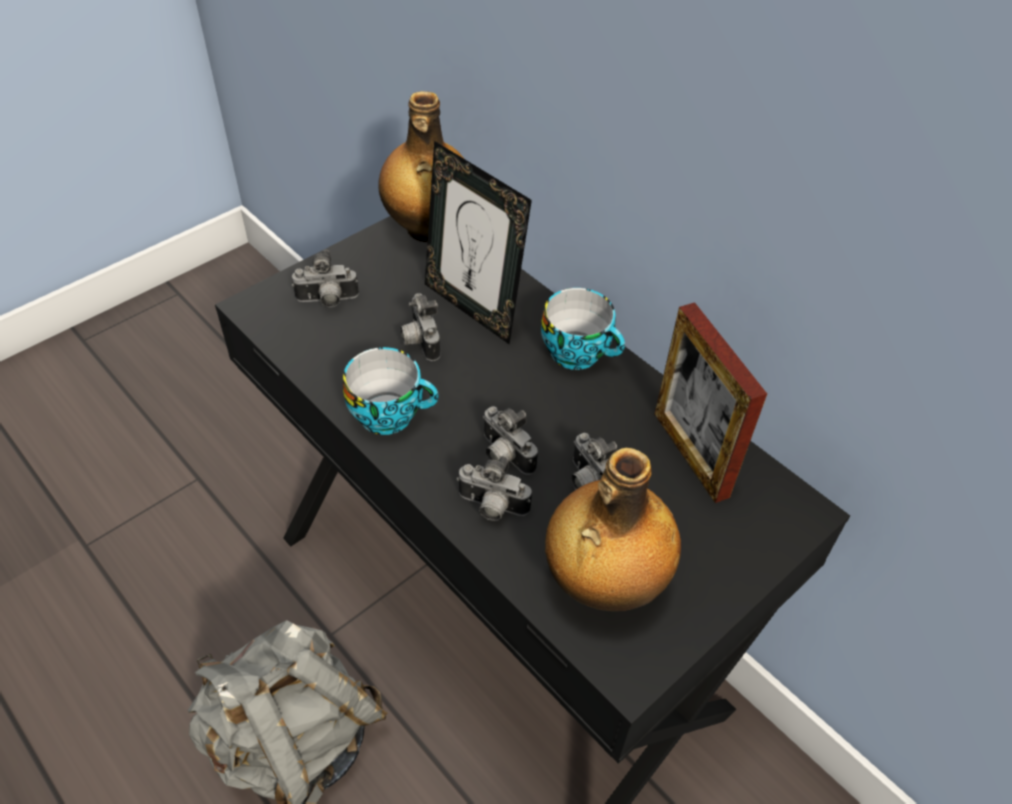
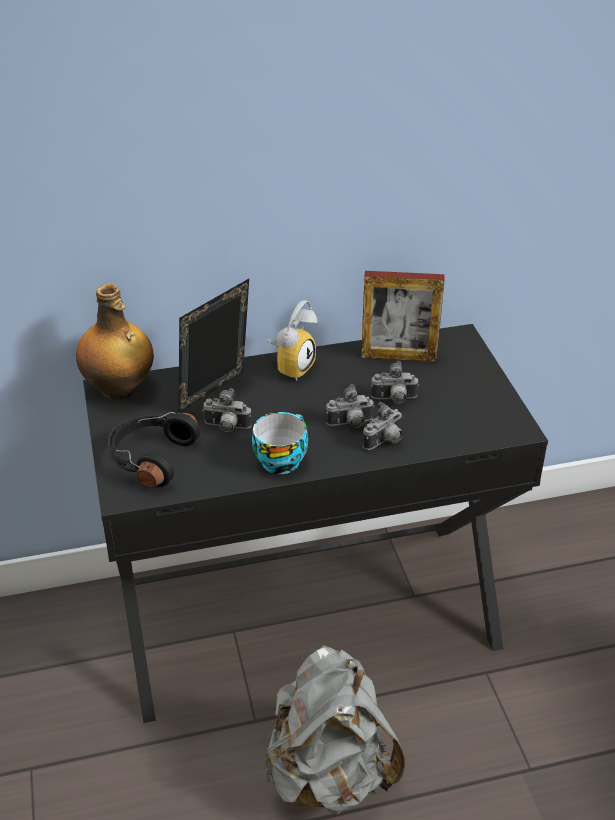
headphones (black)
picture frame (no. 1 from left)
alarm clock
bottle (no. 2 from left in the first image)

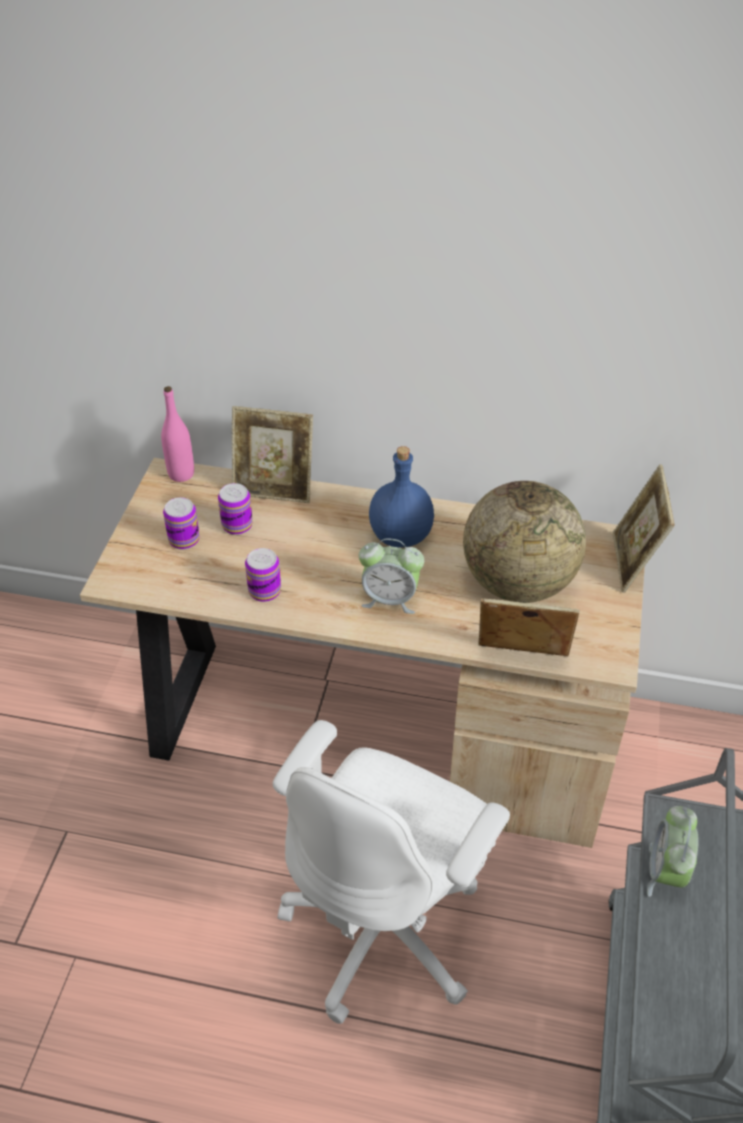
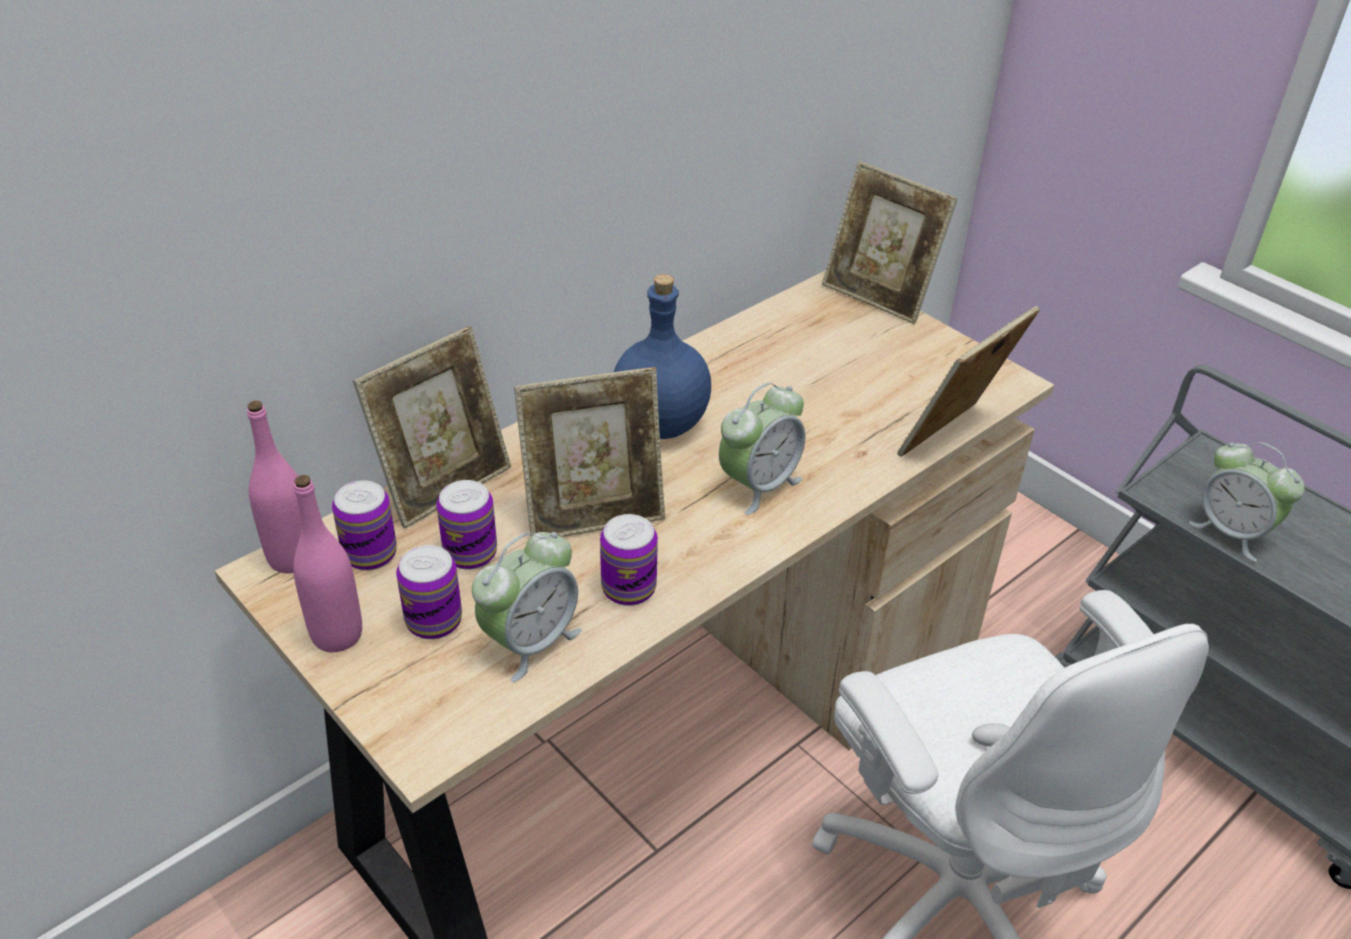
globe
bottle (pink) (no. 2 from left)
can (no. 1 from left)
alarm clock (no. 1 from left)
picture frame (no. 2 from left)

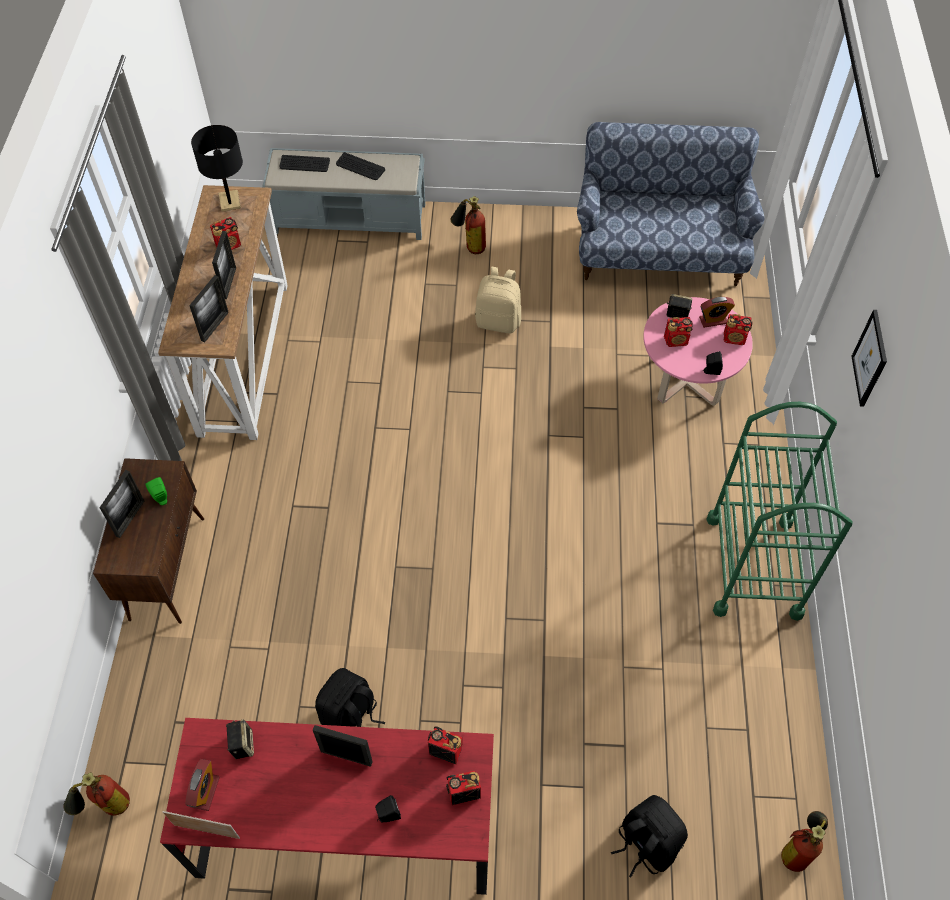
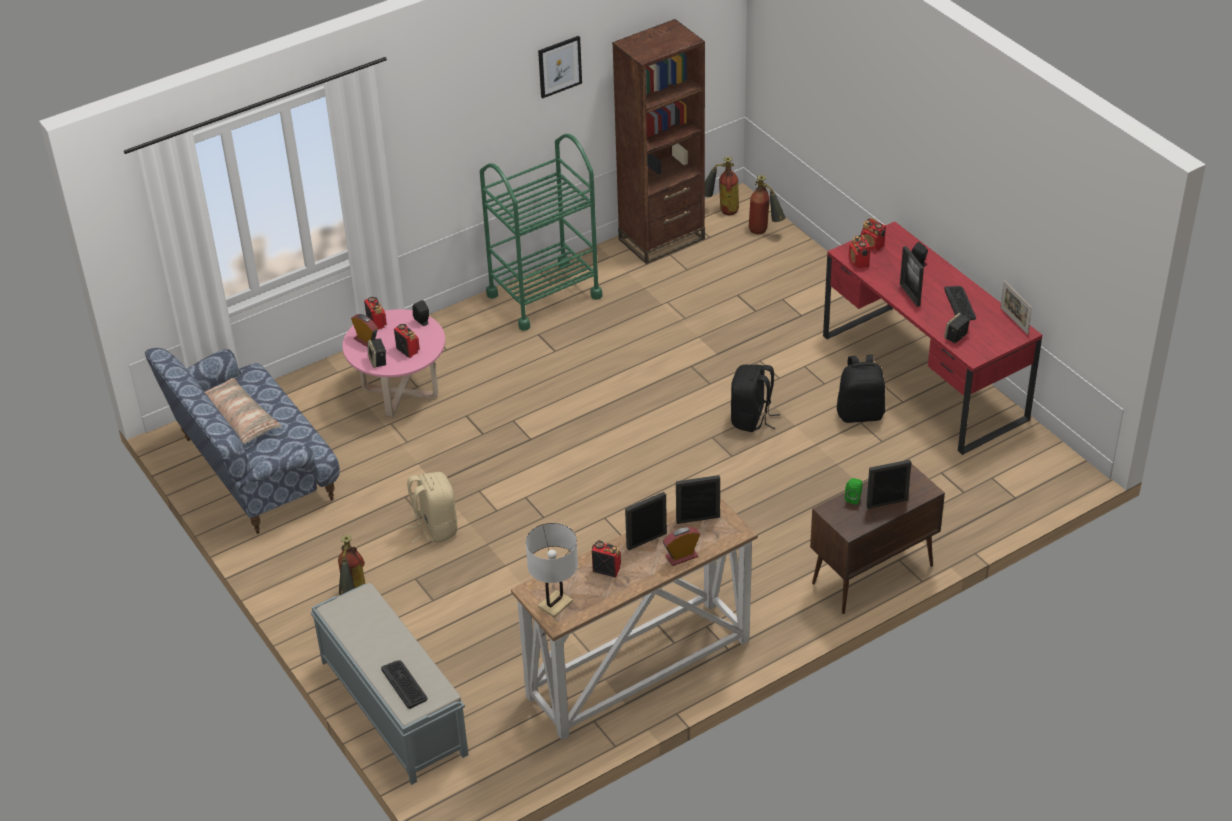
fire extinguisher (no. 3 from left)
alarm clock (no. 2 from left)
table lamp (white)
keyboard (no. 2 from left)
backpack (black) (no. 1 from left)
picture
pillow
bookcase (brown)

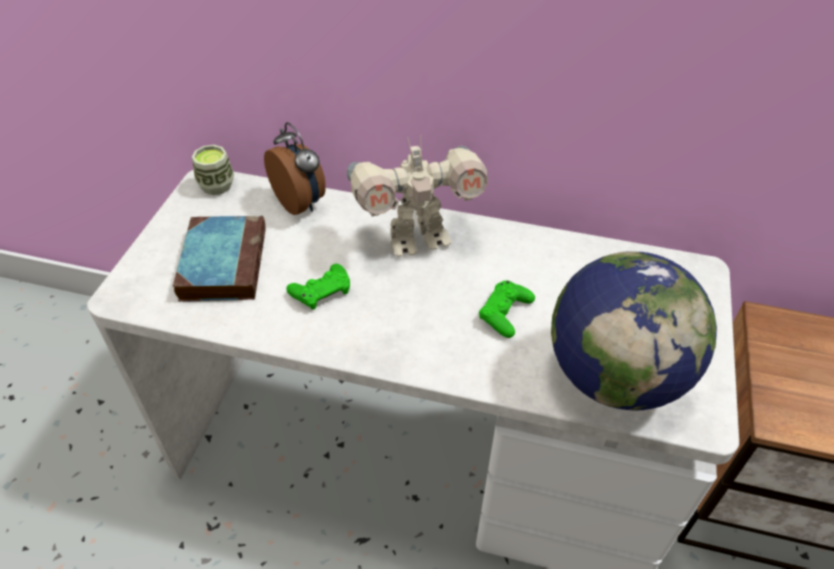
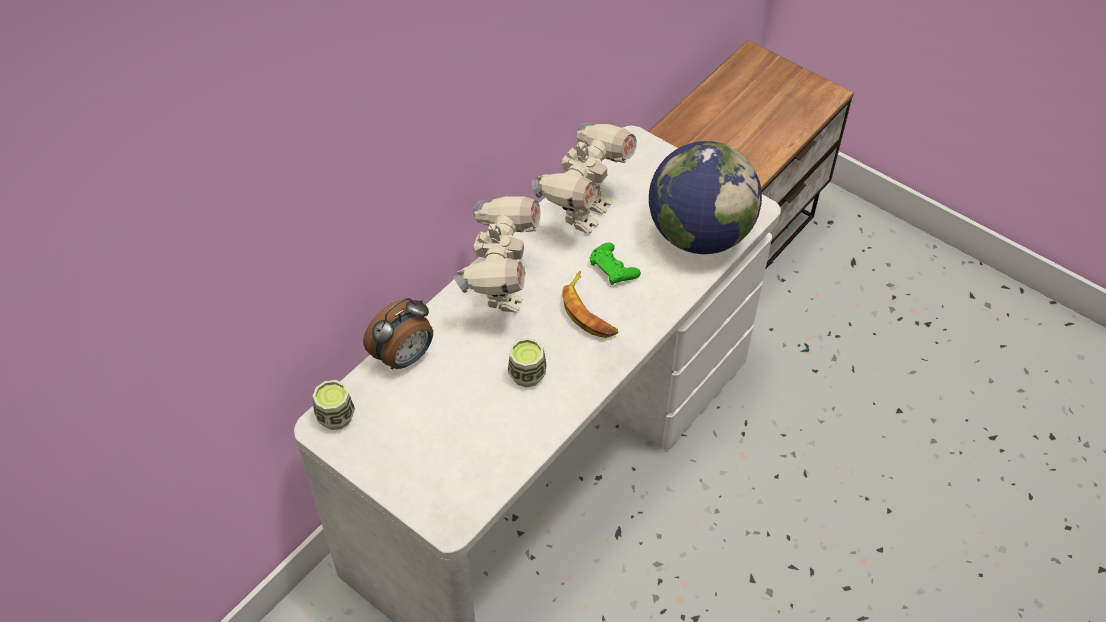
book
alarm clock
cup (no. 2 from left)
toy robot (no. 2 from left)
banana

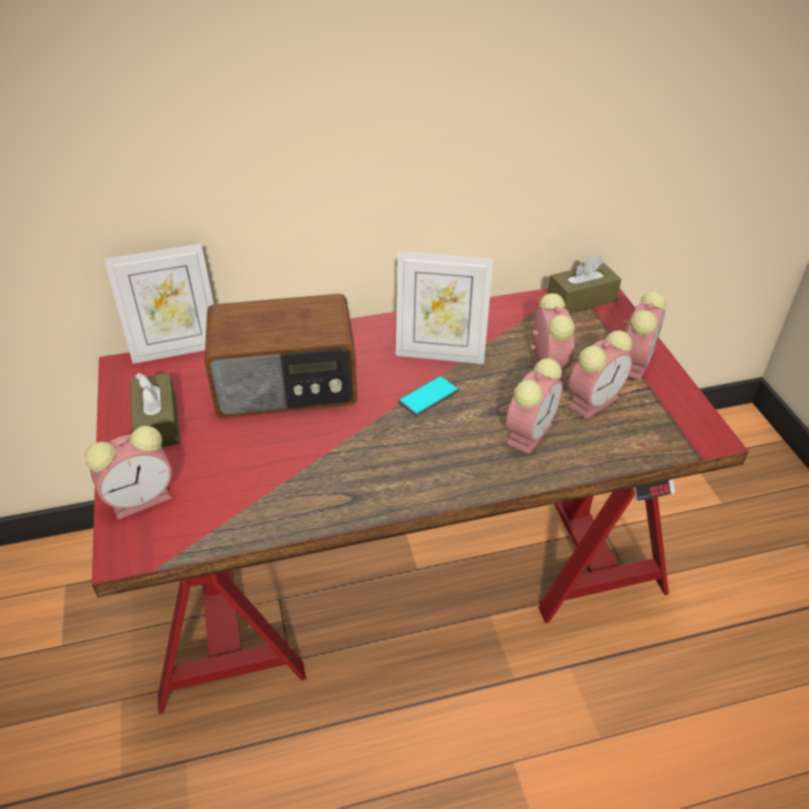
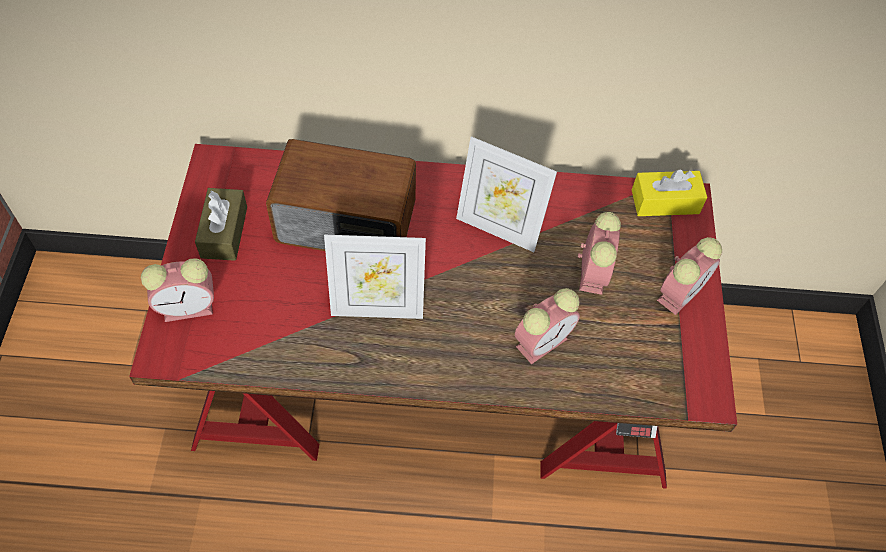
picture frame (no. 1 from left)
phone
tissue box (yellow)
alarm clock (no. 4 from left in the first image)

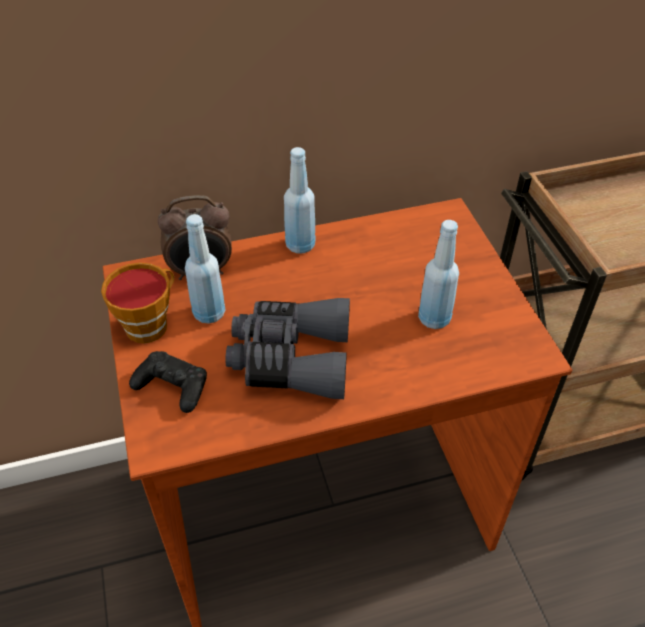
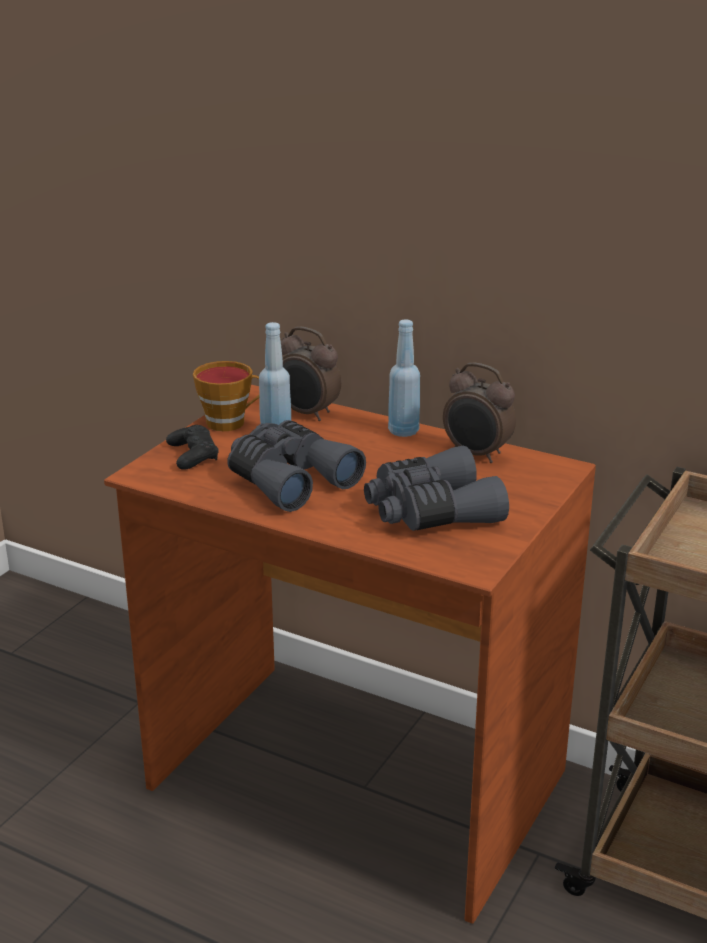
binoculars (grey) (no. 2 from left)
alarm clock (no. 2 from left)

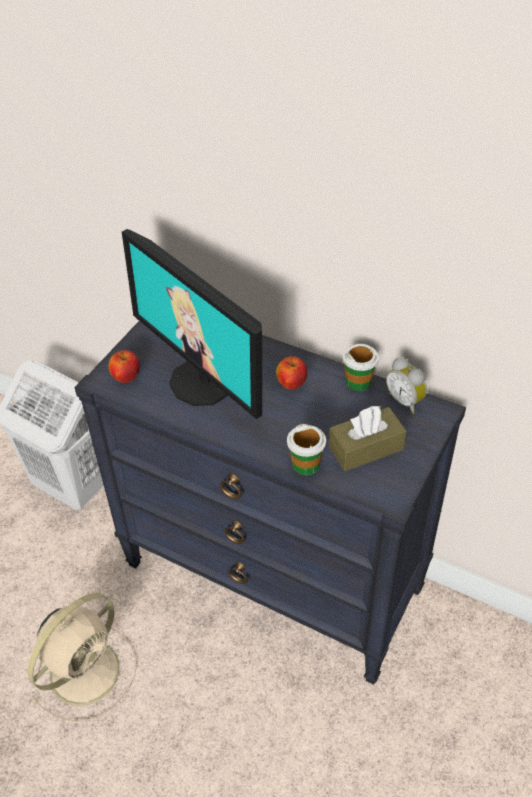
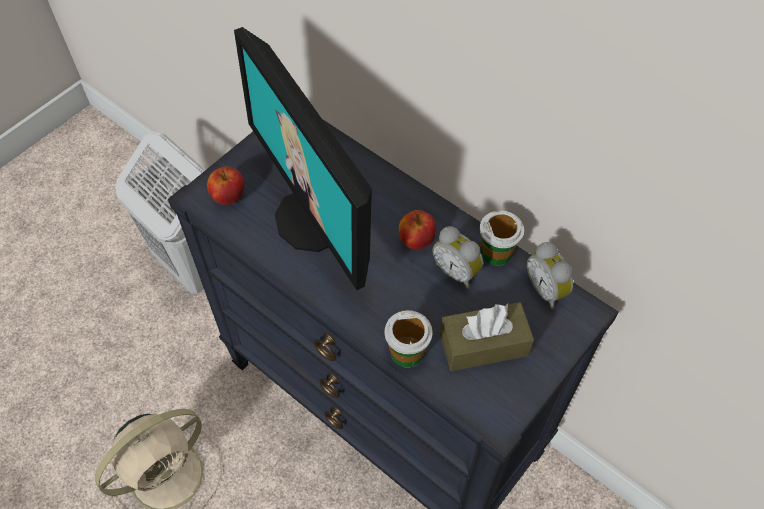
alarm clock (no. 1 from left)

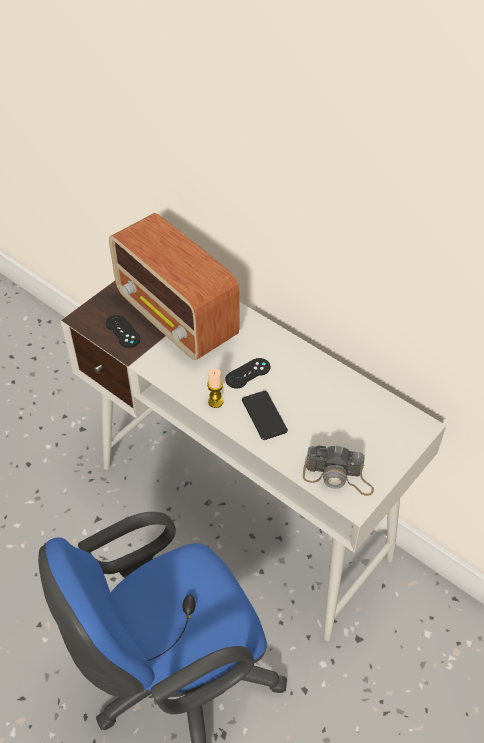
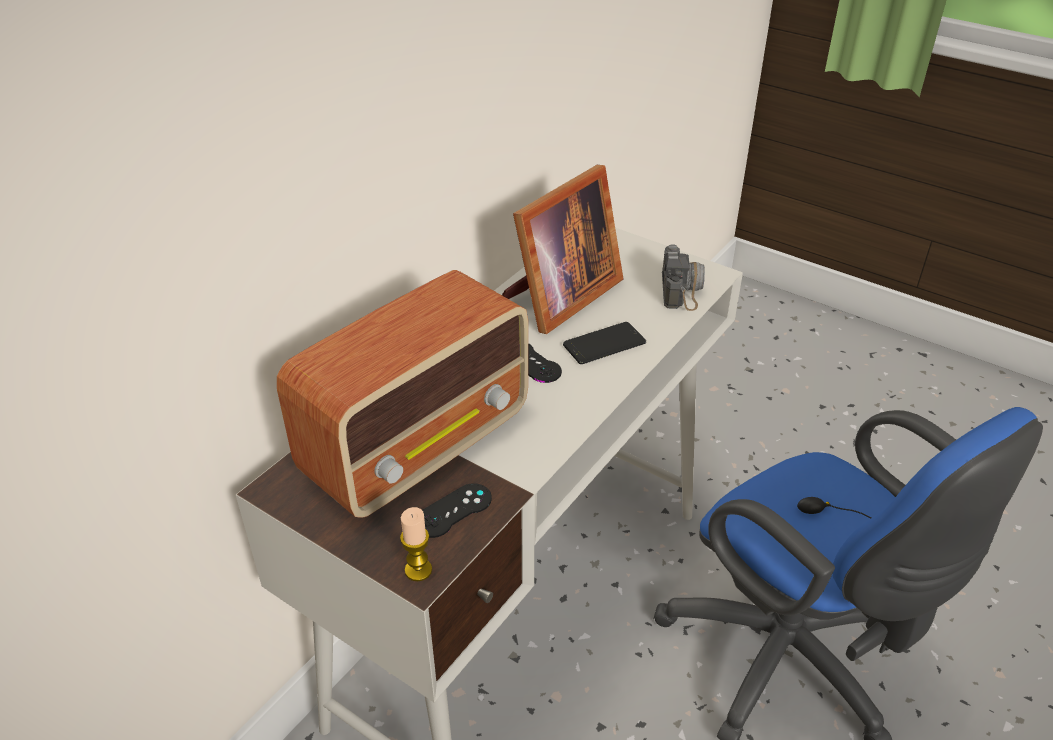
candle
picture frame

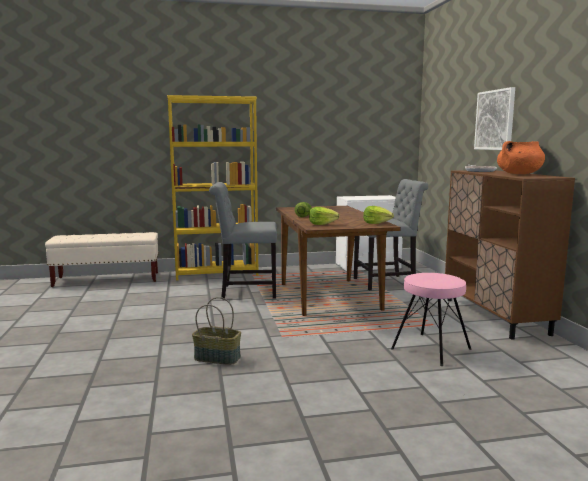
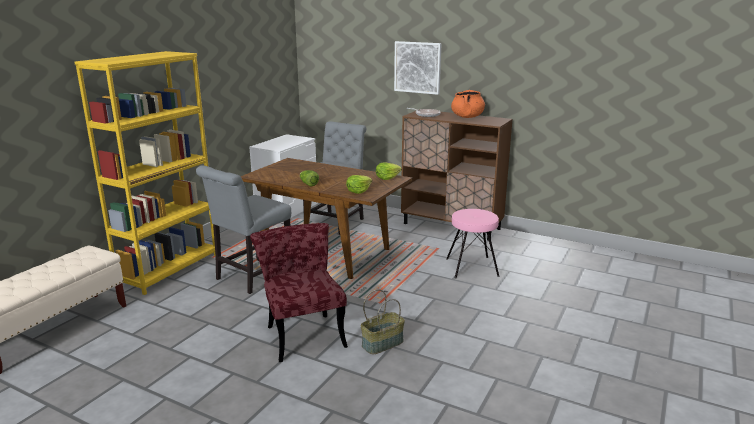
chair (red)

